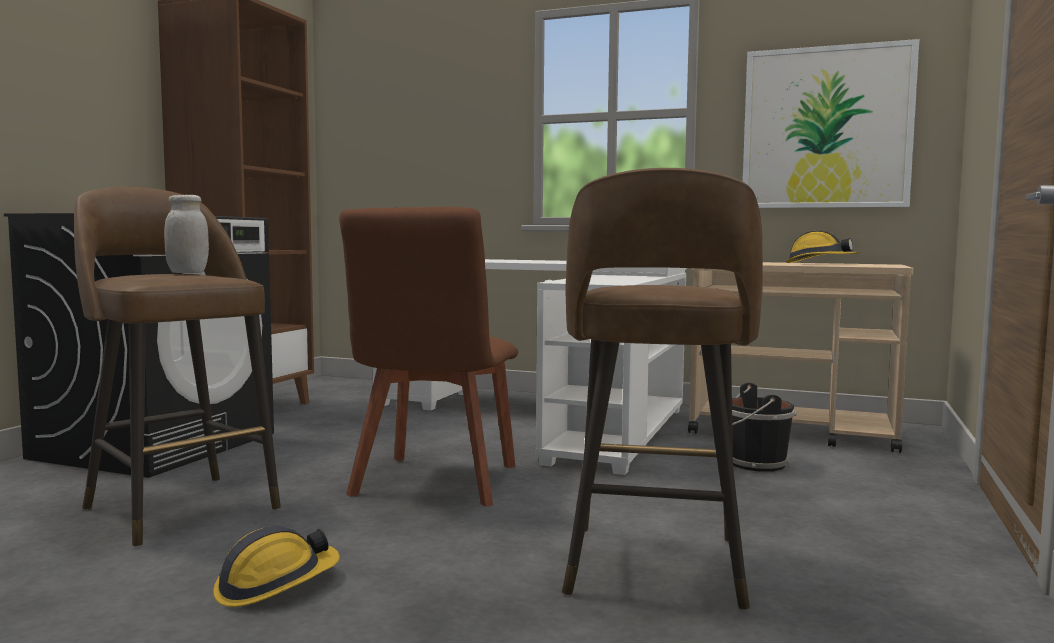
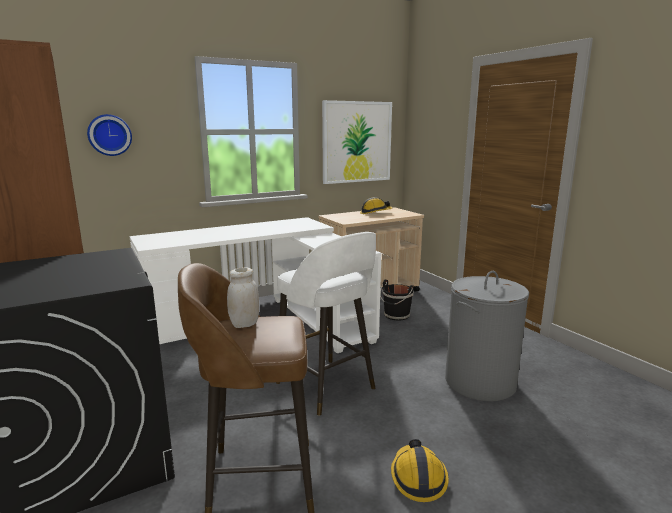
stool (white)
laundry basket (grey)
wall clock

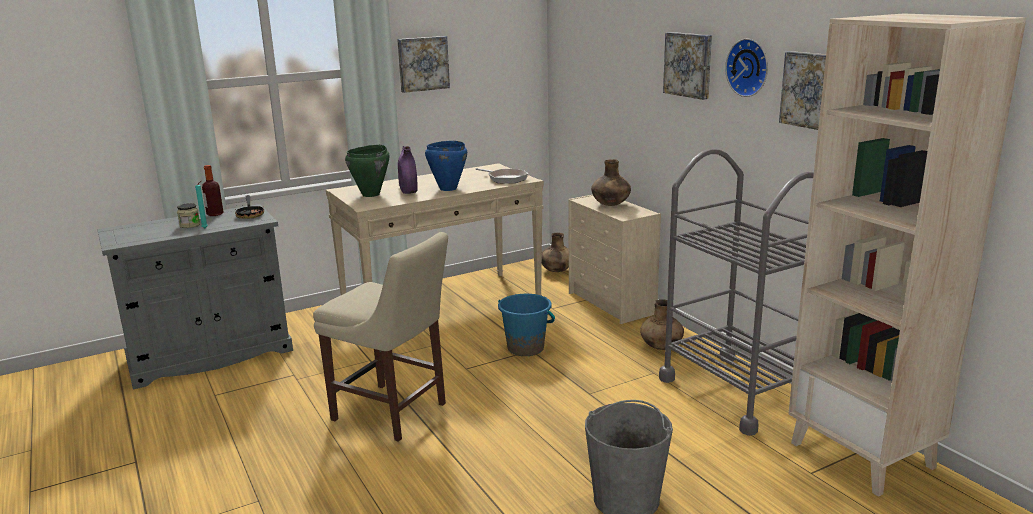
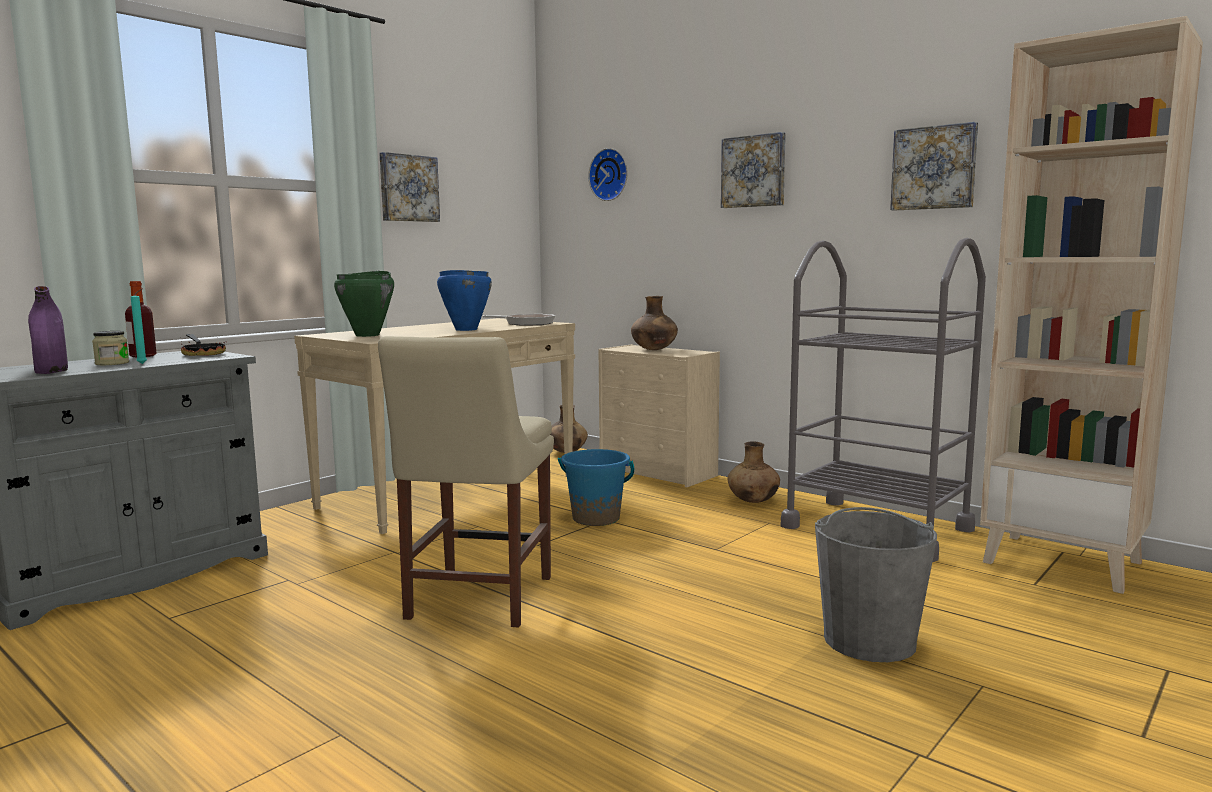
chair (beige)
vase (purple)
wall clock

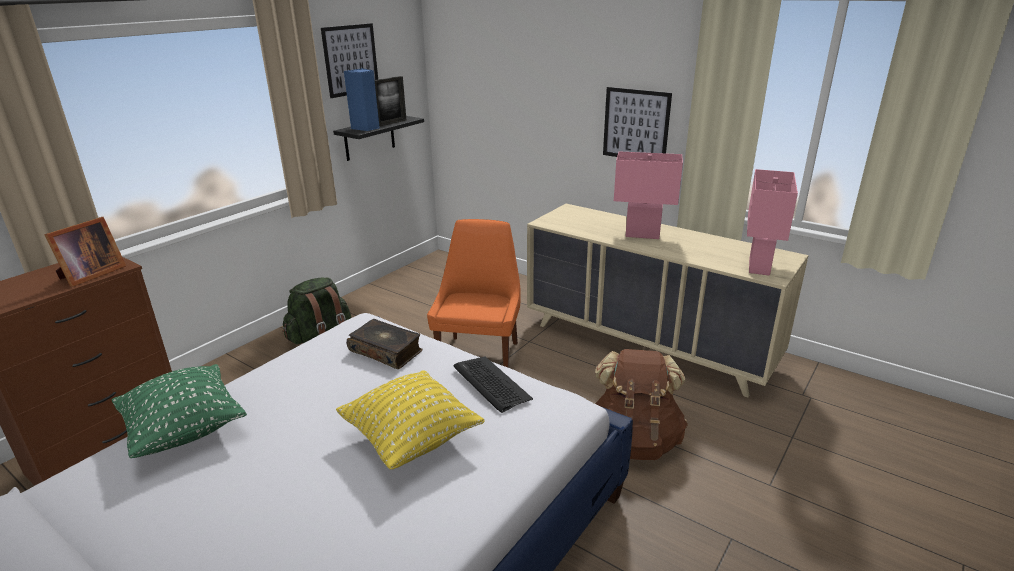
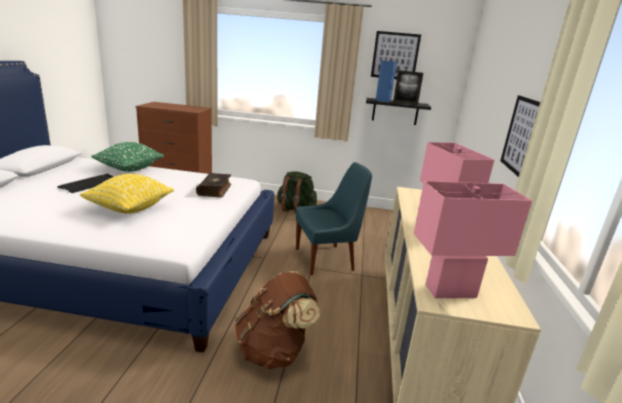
picture frame (no. 1 from left in the first image)
chair (blue)
keyboard

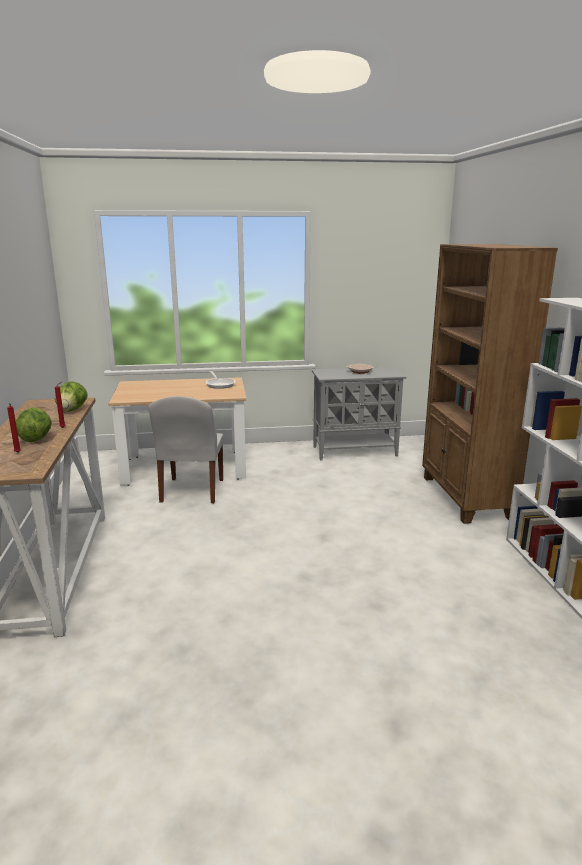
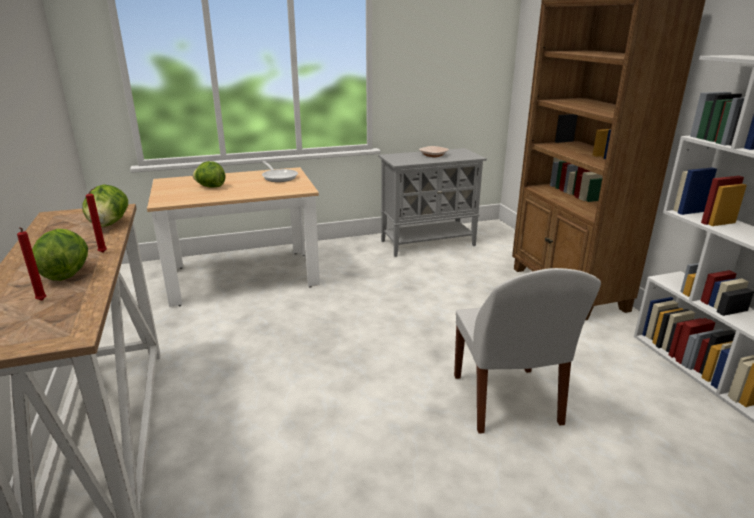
chair (white)
lettuce (no. 3 from left)

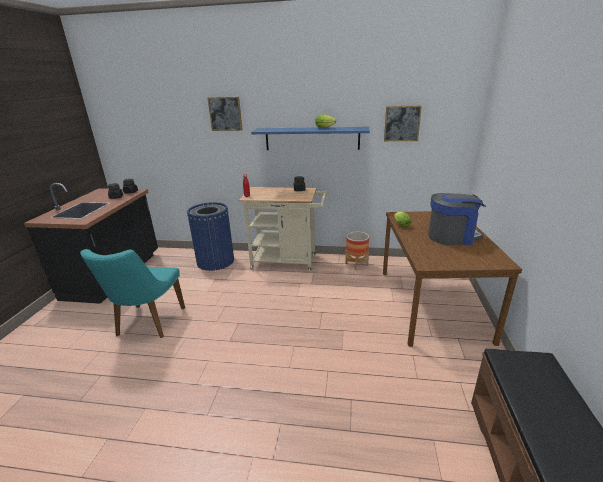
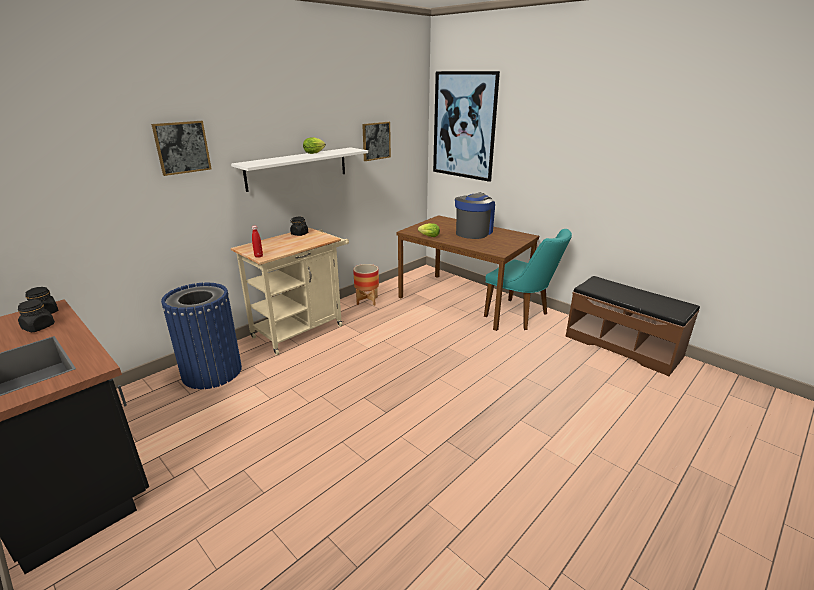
chair (turquoise)
shelf (white)
picture (no. 3 from left)

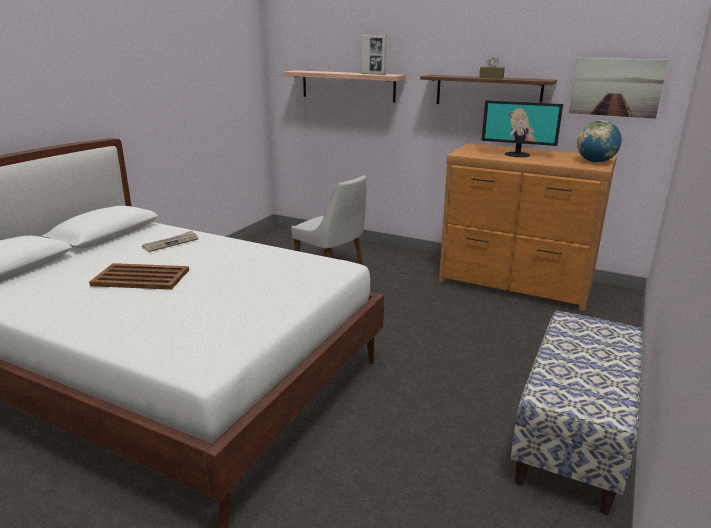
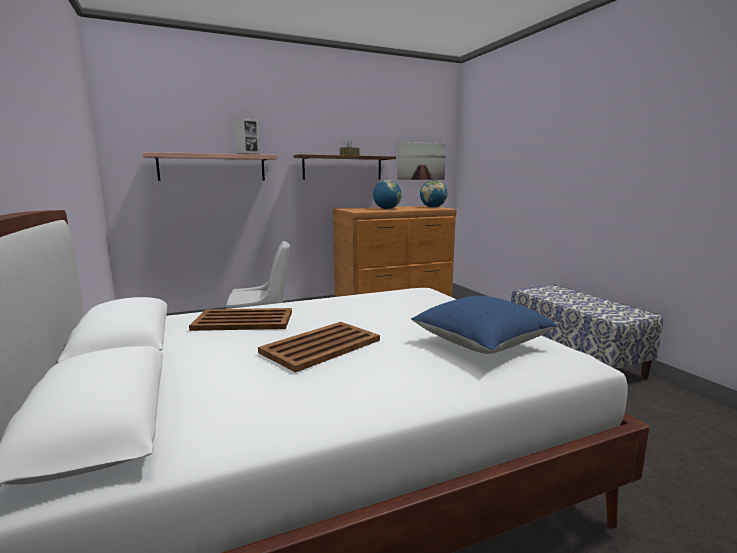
tray (brown) (no. 1 from left)
globe (no. 1 from left)
pillow (blue)

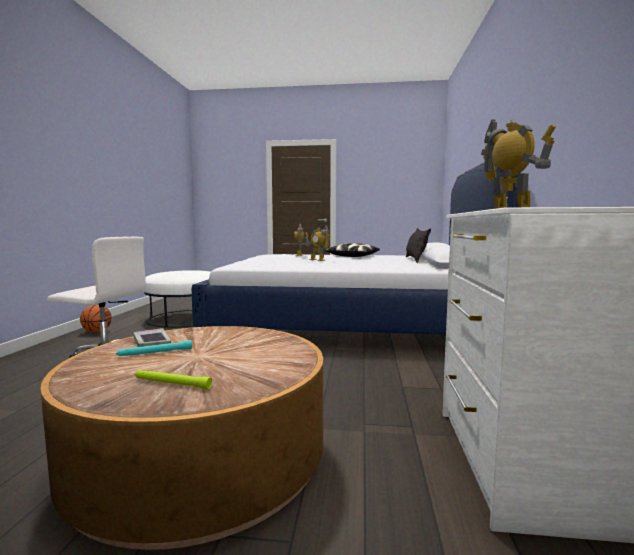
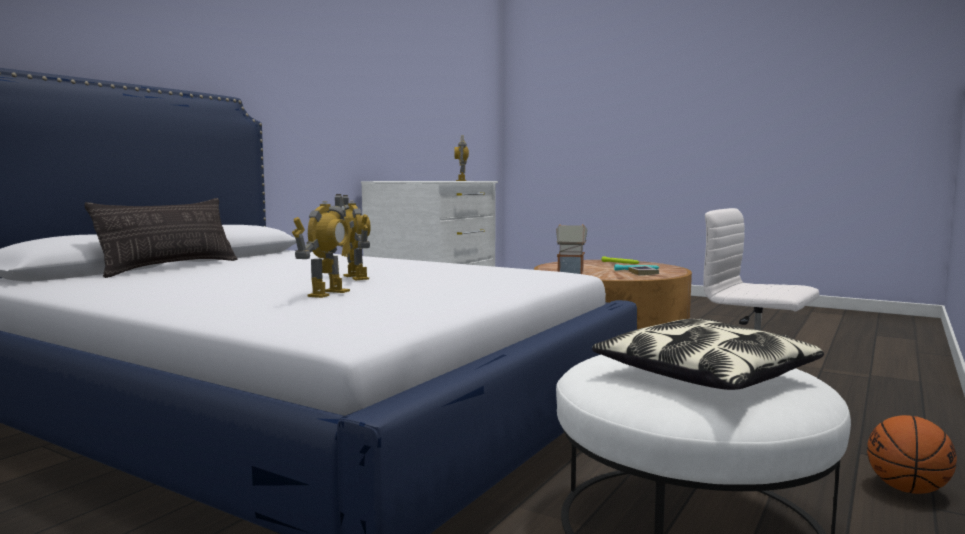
pillow (no. 2 from left)
toy house

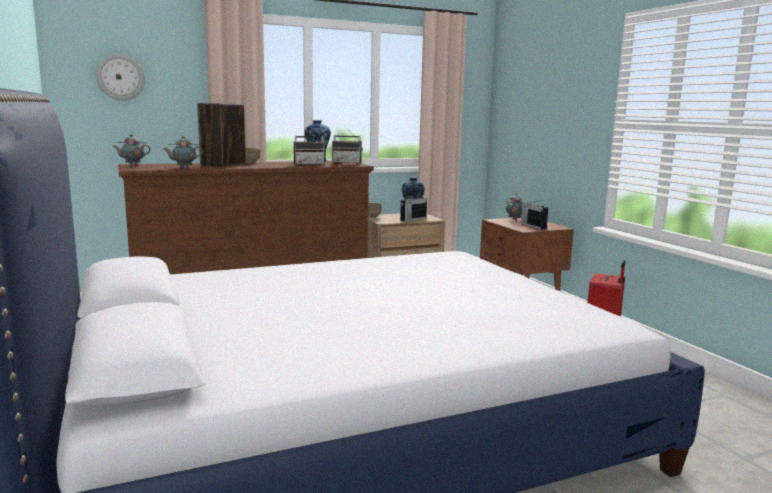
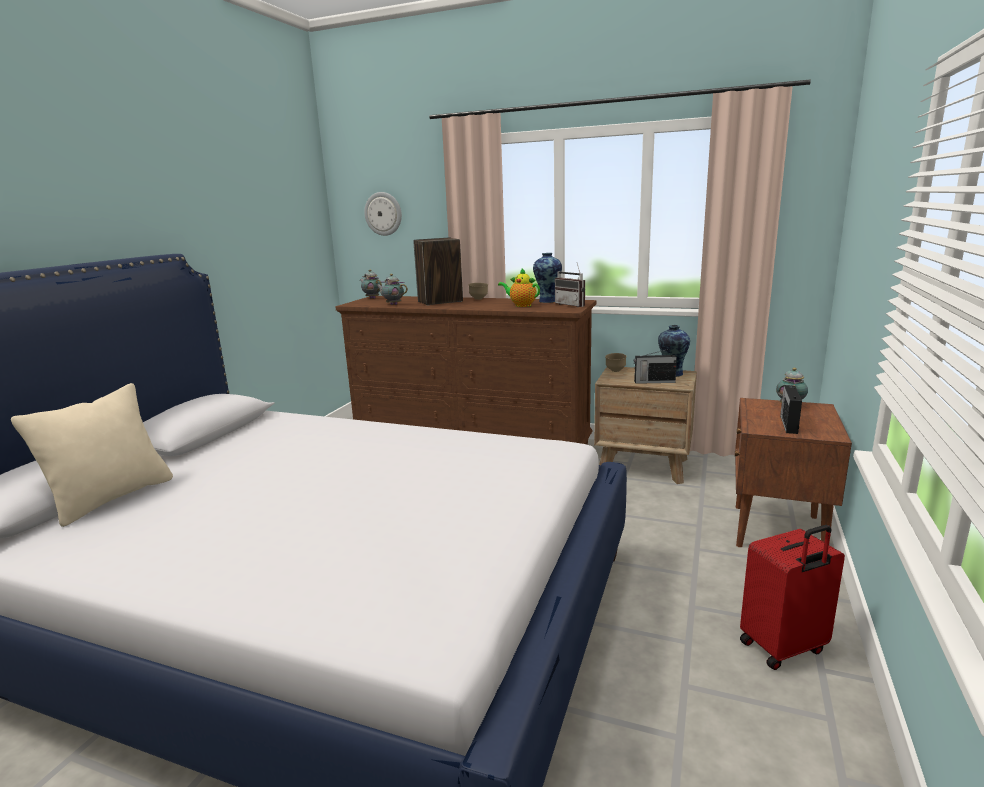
teapot (no. 3 from left)
pillow (beige)

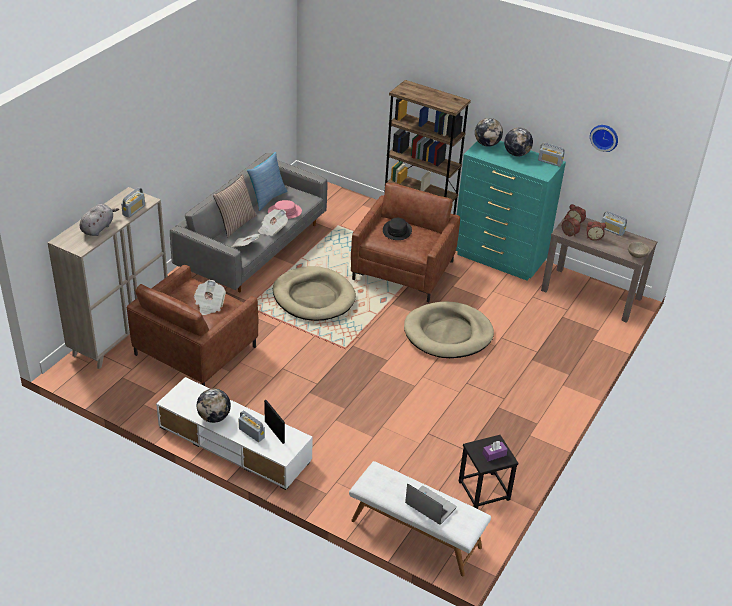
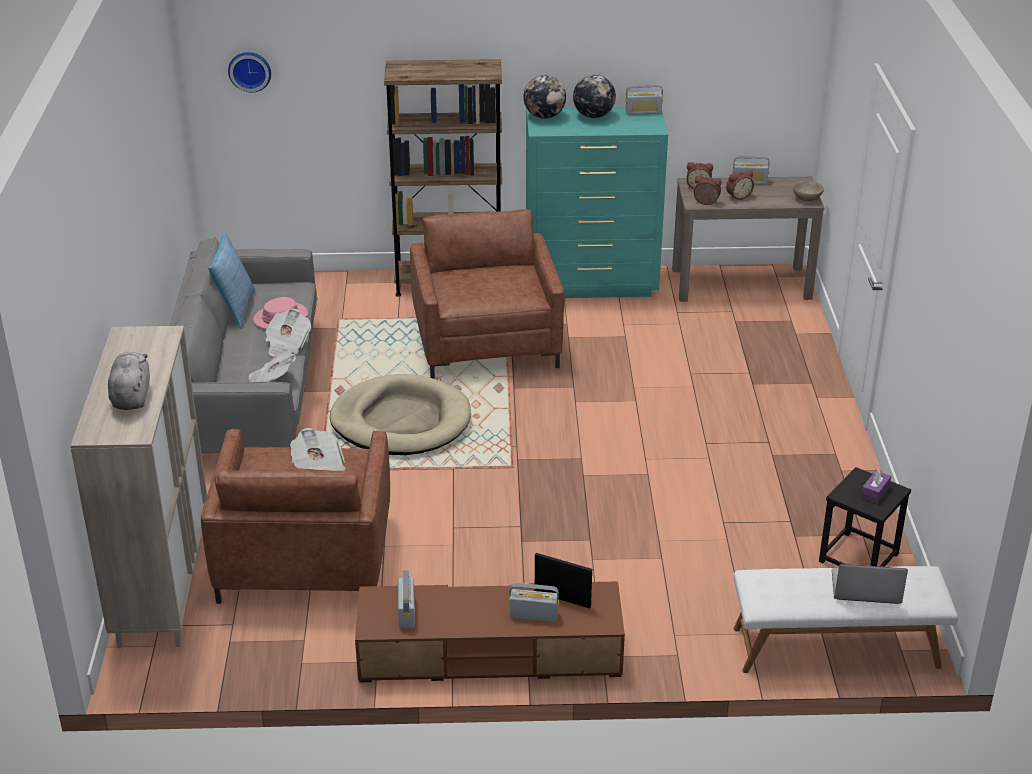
radio (no. 1 from left)
tv stand (brown)
globe (no. 1 from left in the first image)
pillow (no. 1 from left in the first image)
hat (black)
dog bed (beige) (no. 2 from left in the first image)
wall clock

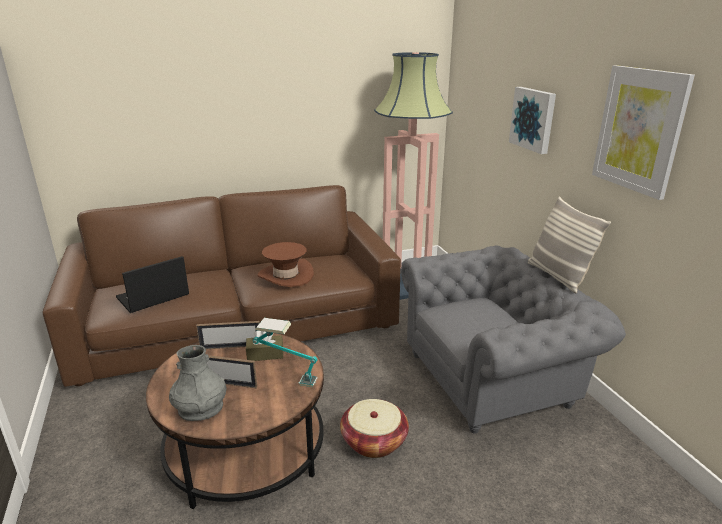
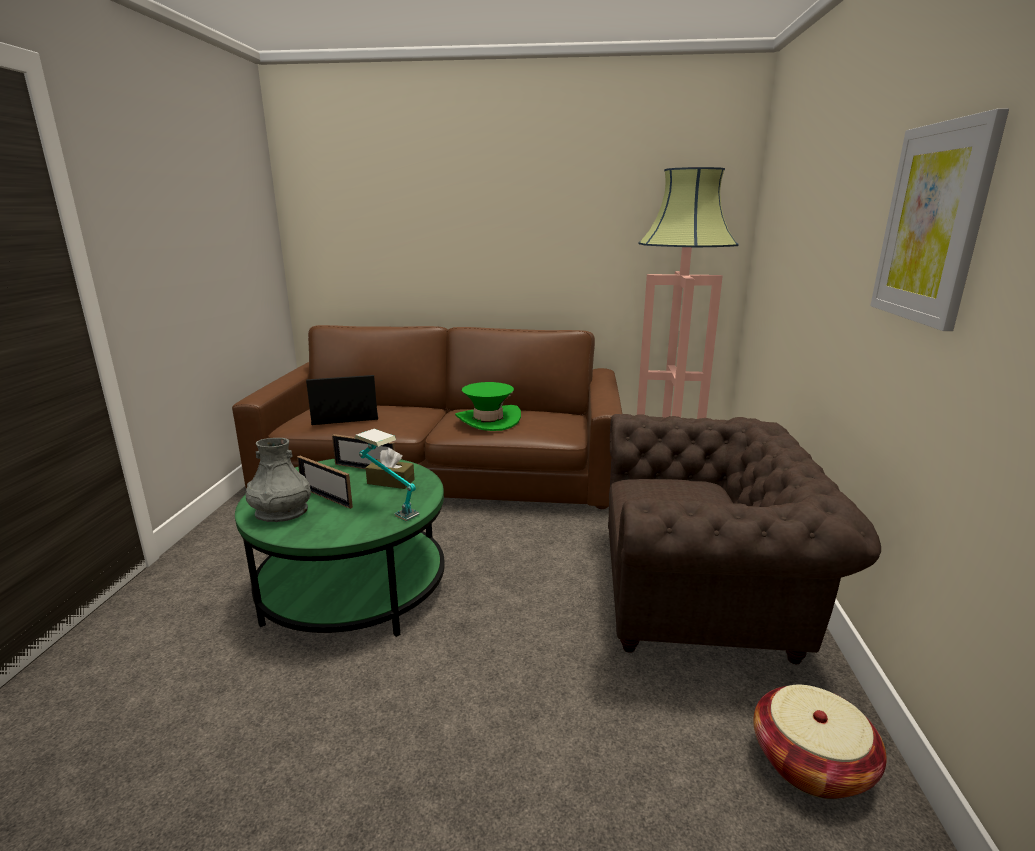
coffee table (green)
hat (green)
basket
armchair (brown)
picture (no. 1 from left in the first image)
pillow

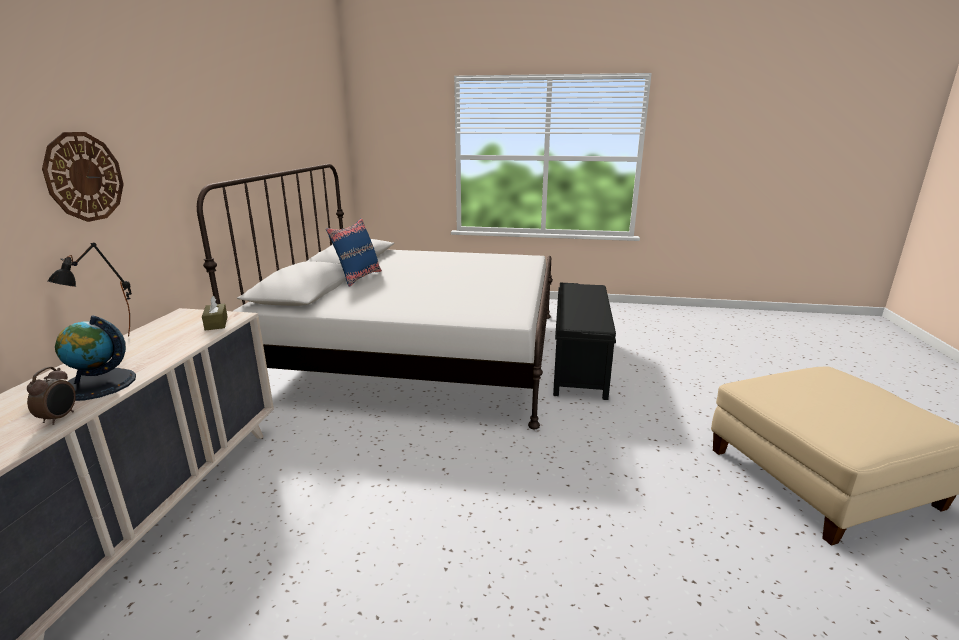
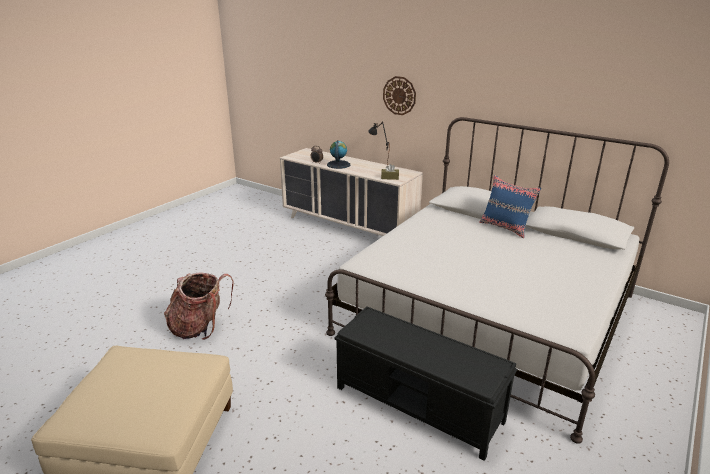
backpack

